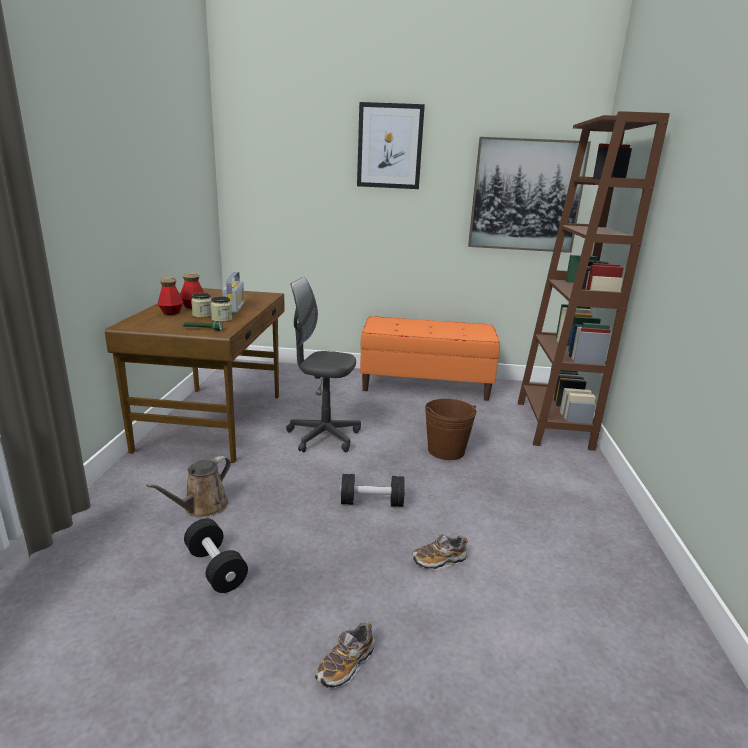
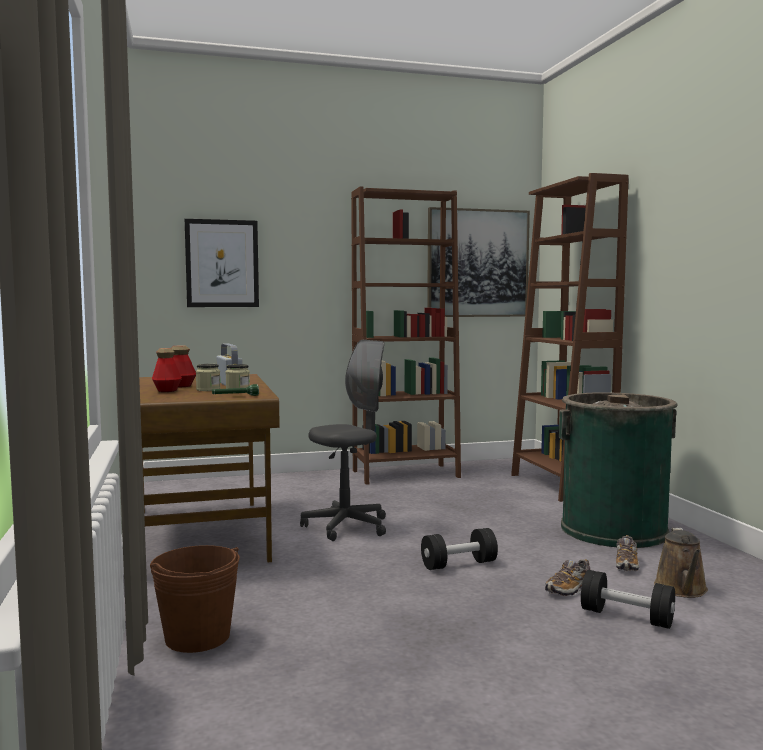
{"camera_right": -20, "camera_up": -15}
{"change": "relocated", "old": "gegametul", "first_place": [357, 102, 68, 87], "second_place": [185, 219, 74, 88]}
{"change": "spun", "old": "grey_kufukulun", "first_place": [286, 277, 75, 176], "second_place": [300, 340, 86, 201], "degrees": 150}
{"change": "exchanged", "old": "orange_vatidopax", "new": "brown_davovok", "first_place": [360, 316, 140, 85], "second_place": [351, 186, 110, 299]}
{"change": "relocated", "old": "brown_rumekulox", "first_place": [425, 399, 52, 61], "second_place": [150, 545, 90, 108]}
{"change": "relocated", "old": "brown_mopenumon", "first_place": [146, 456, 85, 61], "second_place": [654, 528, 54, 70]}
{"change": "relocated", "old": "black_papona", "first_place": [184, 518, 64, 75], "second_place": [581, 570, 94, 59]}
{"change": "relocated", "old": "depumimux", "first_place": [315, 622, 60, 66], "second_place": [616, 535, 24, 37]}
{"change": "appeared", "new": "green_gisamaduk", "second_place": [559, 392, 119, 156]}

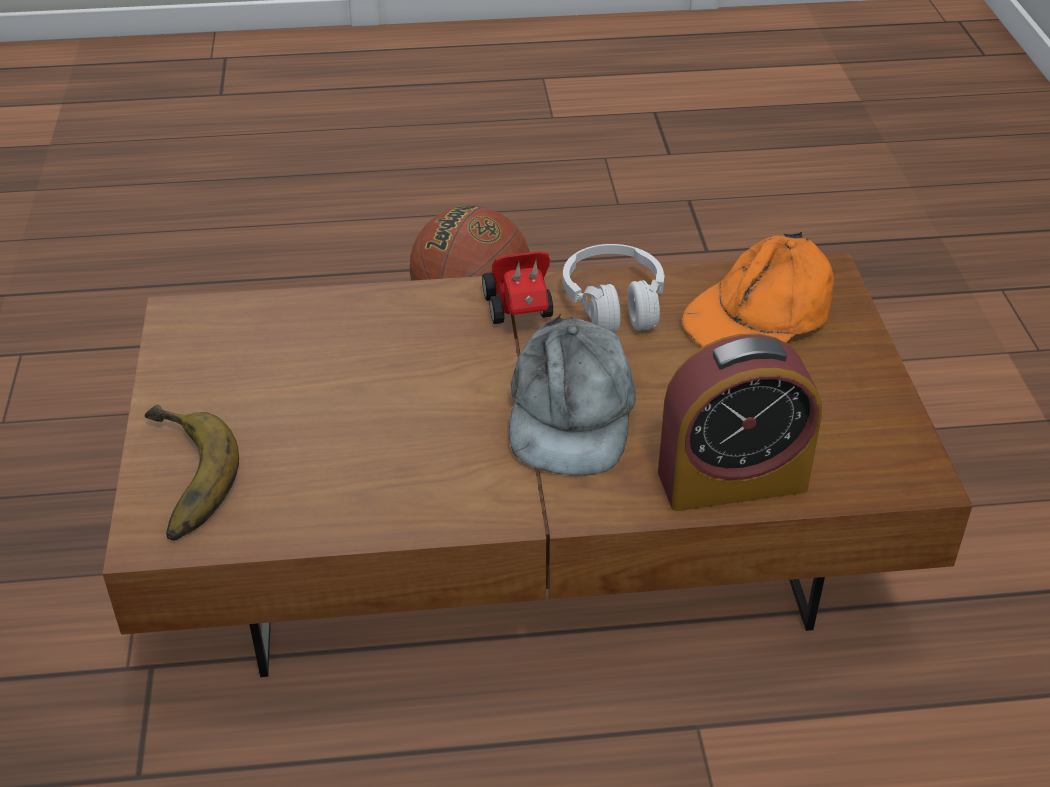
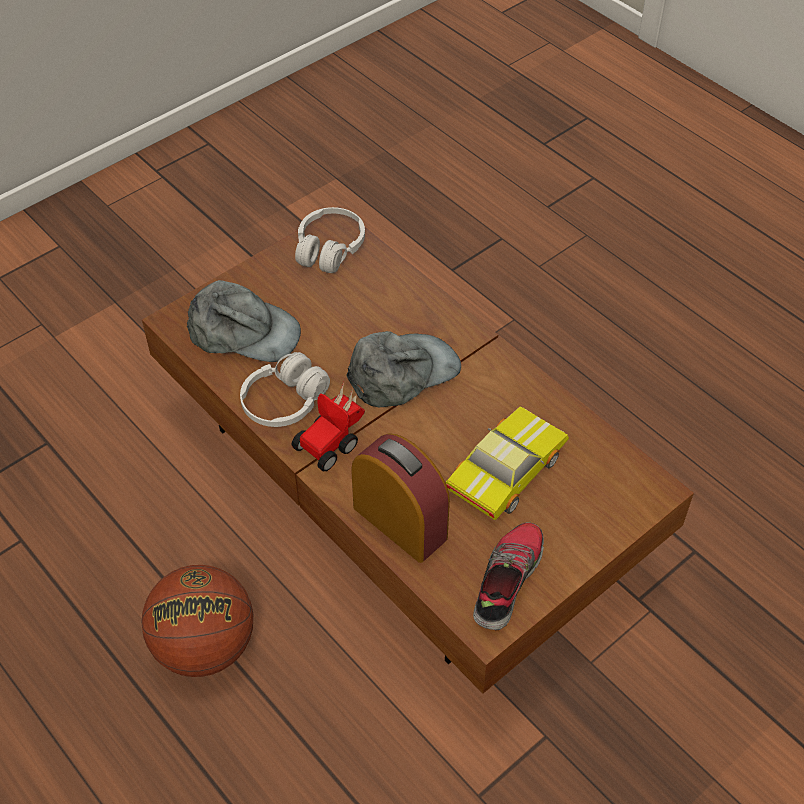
{"camera_right": -125, "camera_up": 10}
{"change": "colour", "old": "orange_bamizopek", "new": "grey_bamizopek", "first_place": [682, 232, 152, 115], "second_place": [187, 280, 114, 82]}
{"change": "relocated", "old": "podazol", "first_place": [658, 333, 164, 178], "second_place": [351, 433, 99, 130]}
{"change": "missing", "old": "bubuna", "first_place": [145, 405, 94, 136]}
{"change": "appeared", "new": "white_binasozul", "second_place": [295, 207, 70, 66]}
{"change": "appeared", "new": "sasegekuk", "second_place": [446, 406, 123, 114]}
{"change": "appeared", "new": "depumimux", "second_place": [473, 522, 71, 108]}

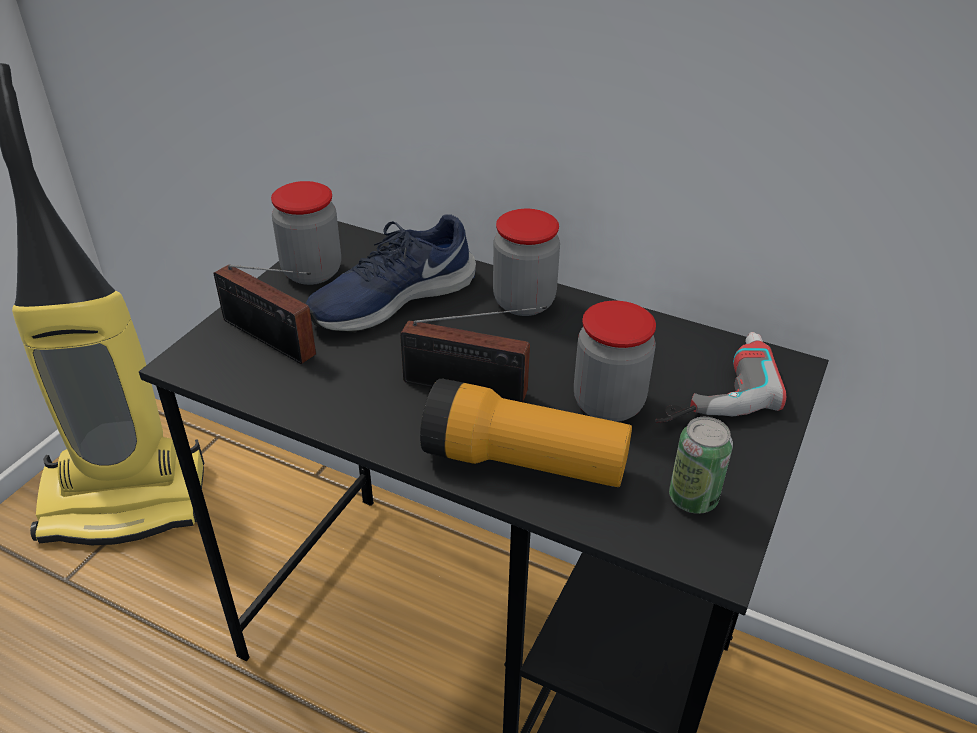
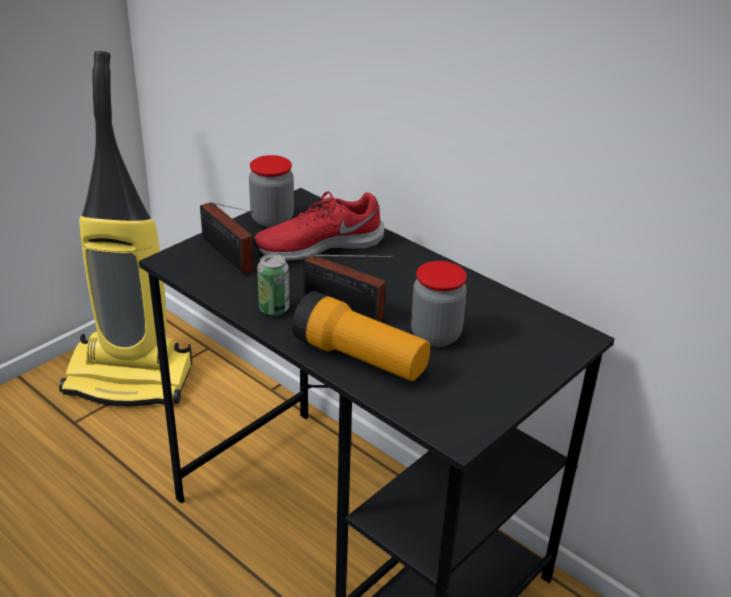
{"camera_right": 15, "camera_up": -5}
{"change": "missing", "old": "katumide", "first_place": [493, 209, 67, 107]}
{"change": "colour", "old": "blue_depumimux", "new": "red_depumimux", "first_place": [306, 214, 170, 119], "second_place": [253, 191, 131, 70]}
{"change": "missing", "old": "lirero", "first_place": [655, 332, 131, 91]}
{"change": "relocated", "old": "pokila", "first_place": [669, 417, 64, 97], "second_place": [257, 254, 32, 62]}

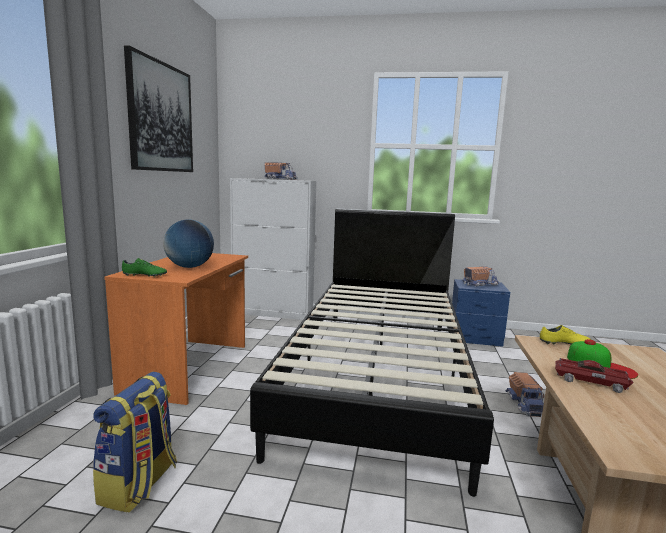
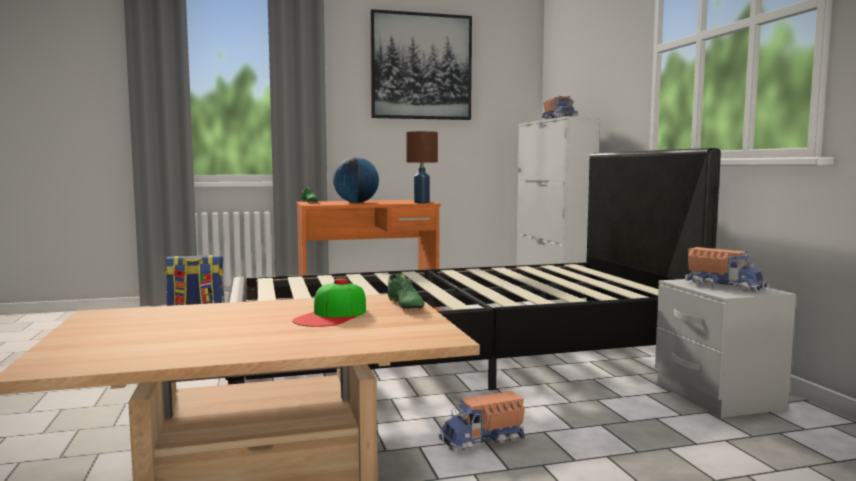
{"camera_right": 65, "camera_up": -5}
{"change": "colour", "old": "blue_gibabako", "new": "grey_gibabako", "first_place": [452, 279, 58, 68], "second_place": [655, 279, 141, 139]}
{"change": "colour", "old": "yellow_depumimux", "new": "green_depumimux", "first_place": [540, 325, 51, 19], "second_place": [387, 273, 38, 38]}
{"change": "missing", "old": "sasegekuk", "first_place": [555, 358, 79, 35]}
{"change": "appeared", "new": "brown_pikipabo", "second_place": [406, 131, 32, 72]}

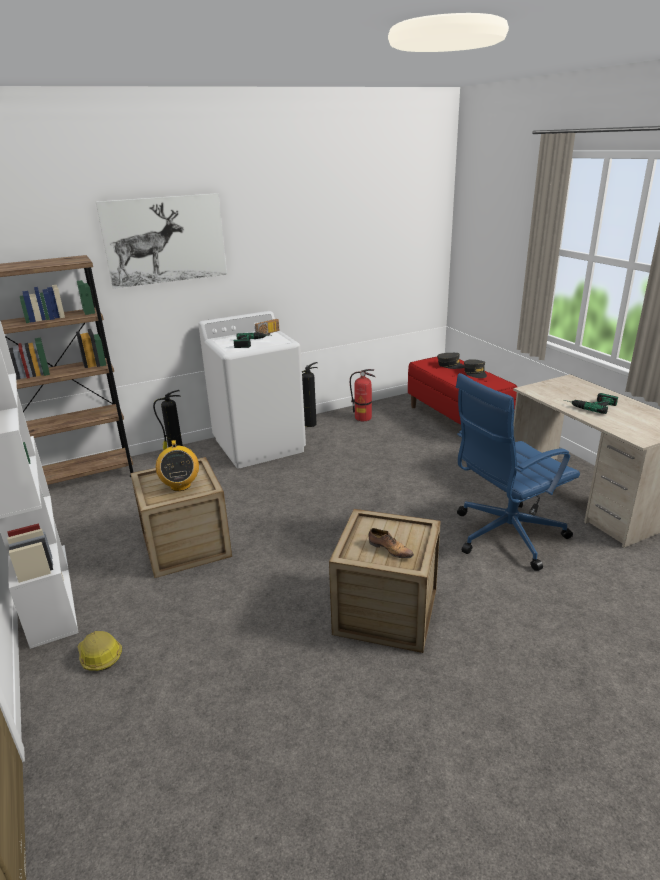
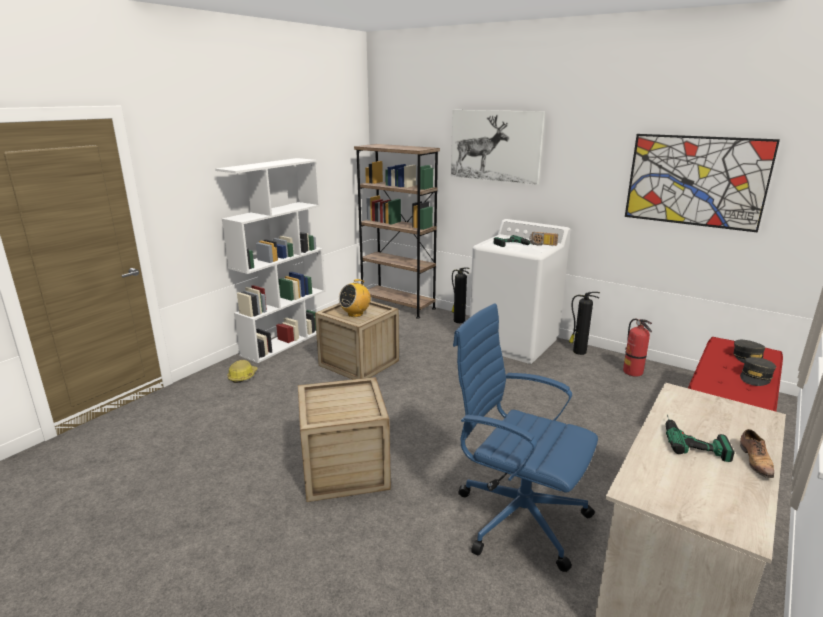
{"camera_right": 60, "camera_up": -5}
{"change": "relocated", "old": "depumimux", "first_place": [368, 528, 46, 30], "second_place": [740, 429, 34, 49]}
{"change": "appeared", "new": "gegametul", "second_place": [625, 134, 155, 99]}

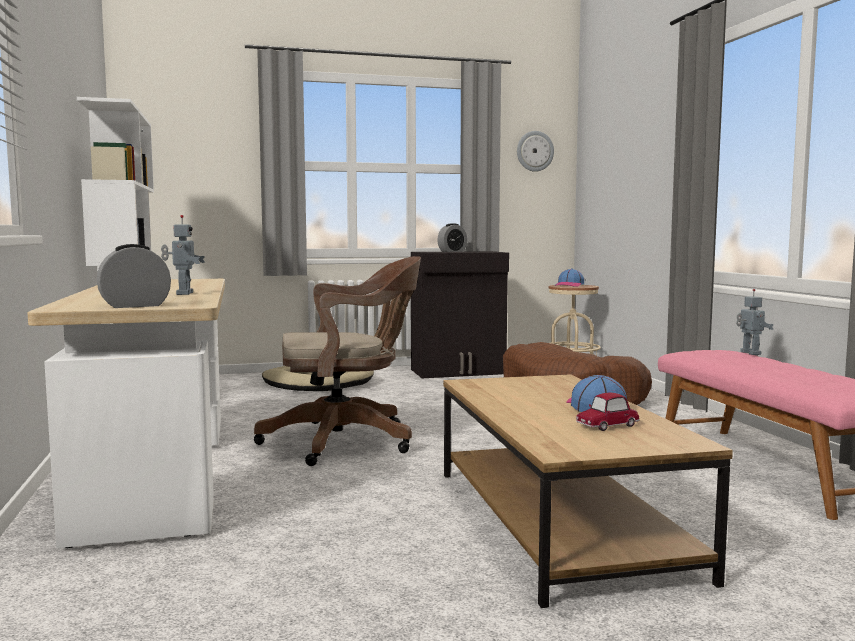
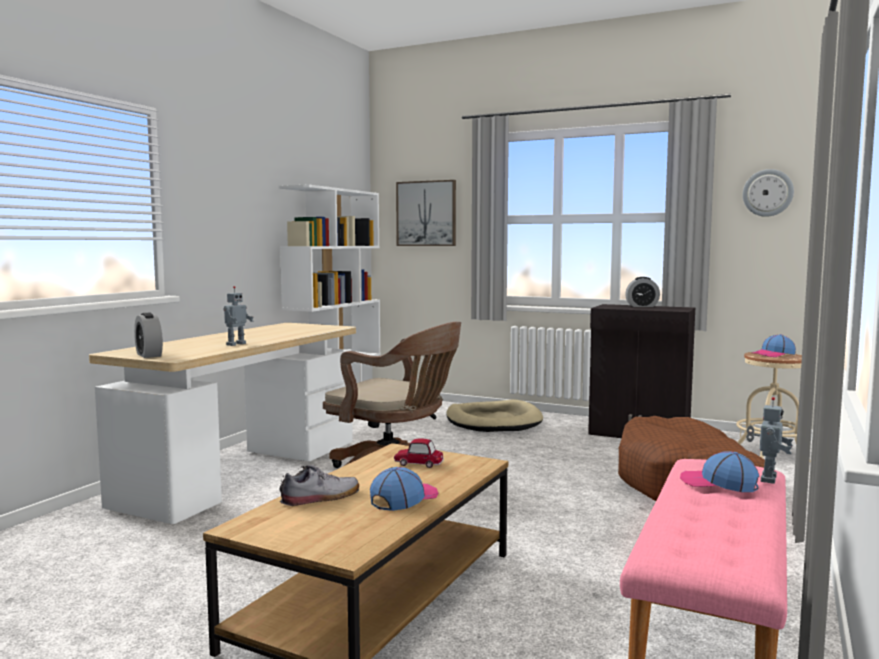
{"camera_right": 40, "camera_up": 0}
{"change": "spun", "old": "podazol", "first_place": [97, 244, 74, 64], "second_place": [134, 313, 29, 45], "degrees": -135}
{"change": "relocated", "old": "sasegekuk", "first_place": [576, 393, 64, 38], "second_place": [394, 438, 50, 30]}
{"change": "appeared", "new": "gegametul", "second_place": [396, 180, 60, 66]}
{"change": "appeared", "new": "bamizopek", "second_place": [680, 451, 79, 41]}
{"change": "appeared", "new": "depumimux", "second_place": [279, 465, 80, 41]}

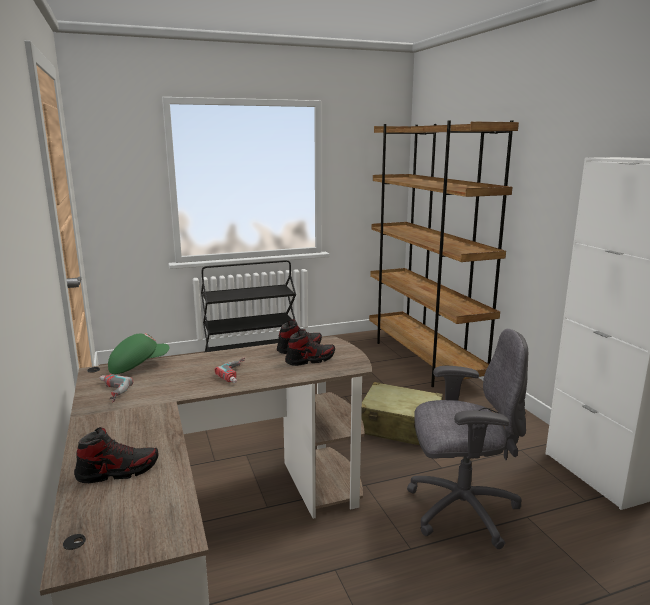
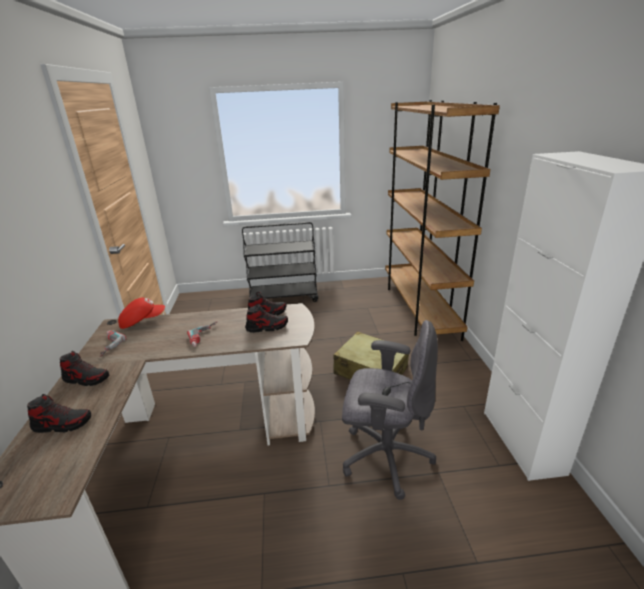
{"camera_right": 15, "camera_up": 10}
{"change": "colour", "old": "green_bamizopek", "new": "red_bamizopek", "first_place": [108, 333, 62, 41], "second_place": [118, 298, 47, 31]}
{"change": "appeared", "new": "depumimux", "second_place": [60, 351, 49, 35]}

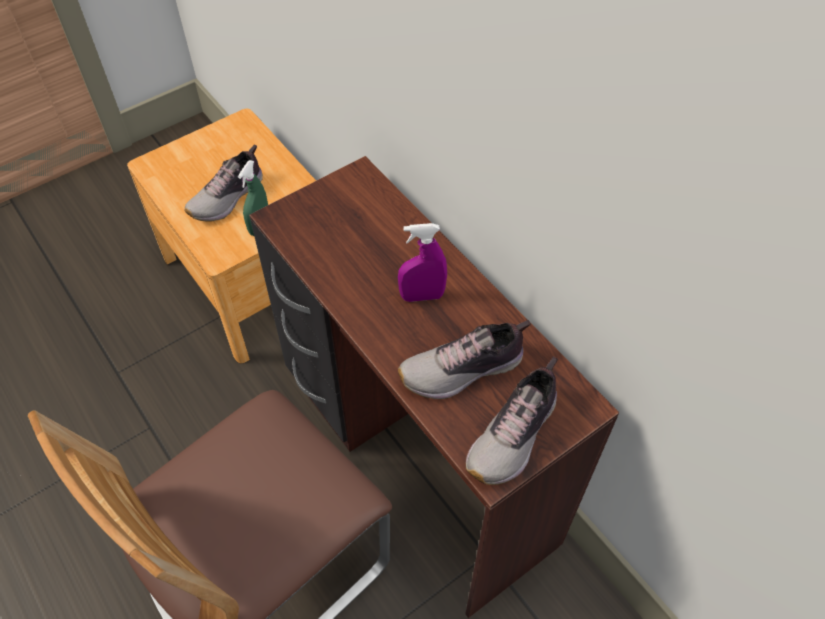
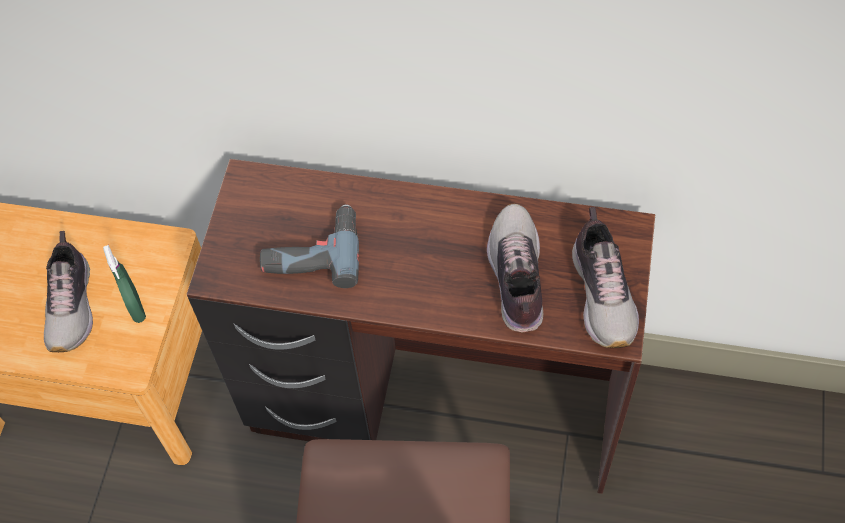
{"camera_right": -40, "camera_up": 5}
{"change": "missing", "old": "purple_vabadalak", "first_place": [398, 223, 49, 79]}
{"change": "spun", "old": "depumimux", "first_place": [398, 320, 133, 79], "second_place": [487, 204, 56, 129], "degrees": 150}
{"change": "appeared", "new": "lirero", "second_place": [260, 205, 99, 83]}

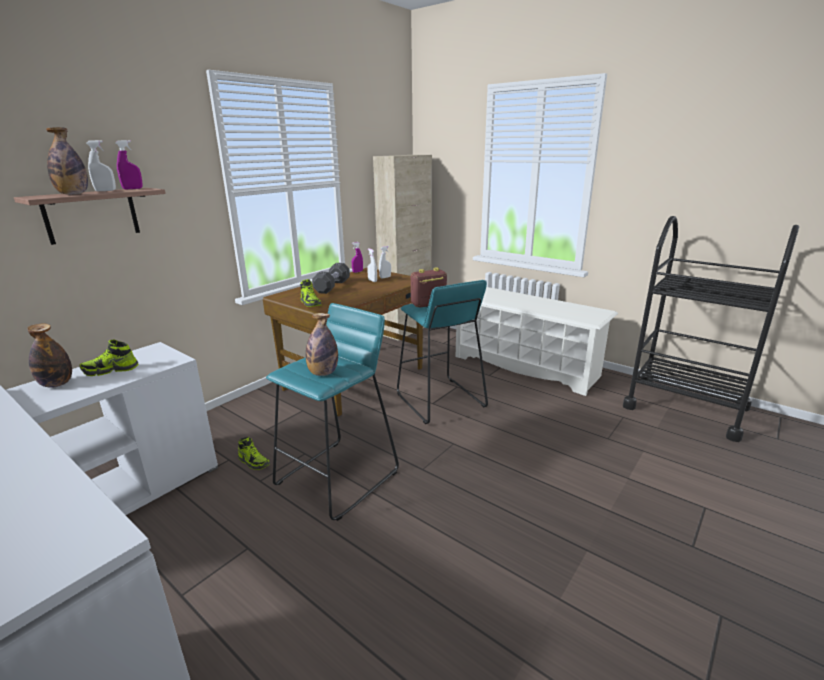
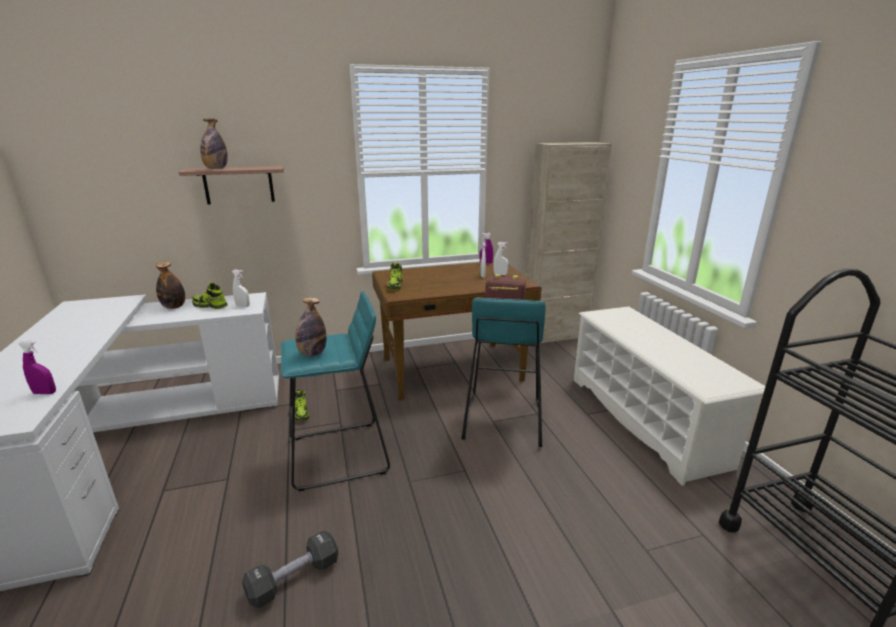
{"camera_right": 35, "camera_up": 0}
{"change": "relocated", "old": "white_vabadalak", "first_place": [86, 140, 30, 51], "second_place": [232, 269, 18, 38]}
{"change": "relocated", "old": "purple_vabadalak", "first_place": [116, 140, 27, 49], "second_place": [18, 341, 38, 53]}
{"change": "relocated", "old": "black_papona", "first_place": [312, 263, 38, 31], "second_place": [242, 531, 96, 77]}

